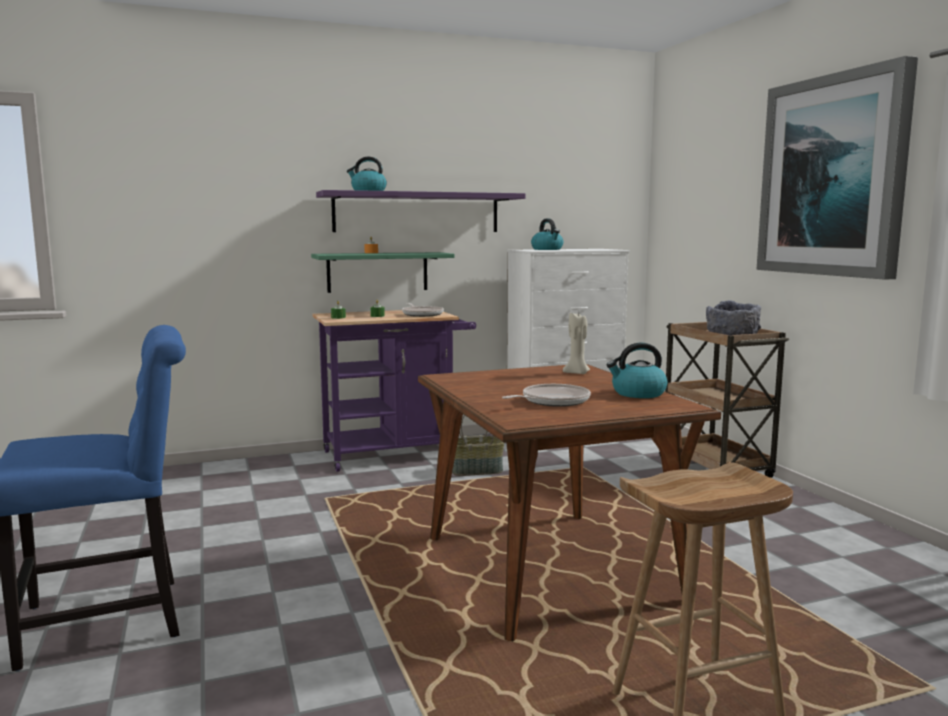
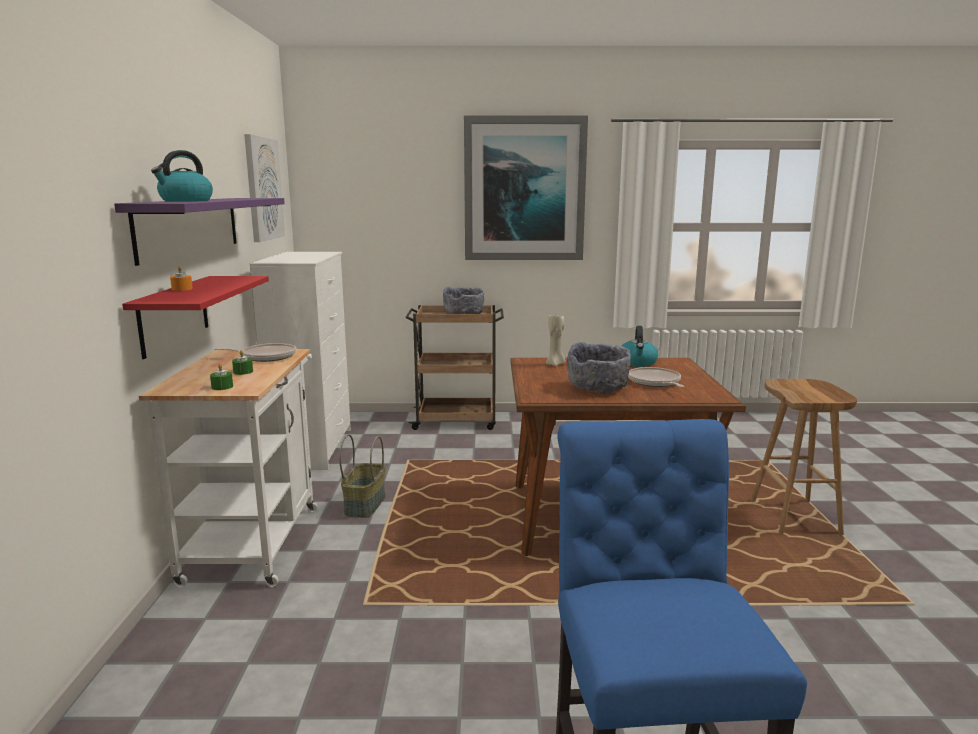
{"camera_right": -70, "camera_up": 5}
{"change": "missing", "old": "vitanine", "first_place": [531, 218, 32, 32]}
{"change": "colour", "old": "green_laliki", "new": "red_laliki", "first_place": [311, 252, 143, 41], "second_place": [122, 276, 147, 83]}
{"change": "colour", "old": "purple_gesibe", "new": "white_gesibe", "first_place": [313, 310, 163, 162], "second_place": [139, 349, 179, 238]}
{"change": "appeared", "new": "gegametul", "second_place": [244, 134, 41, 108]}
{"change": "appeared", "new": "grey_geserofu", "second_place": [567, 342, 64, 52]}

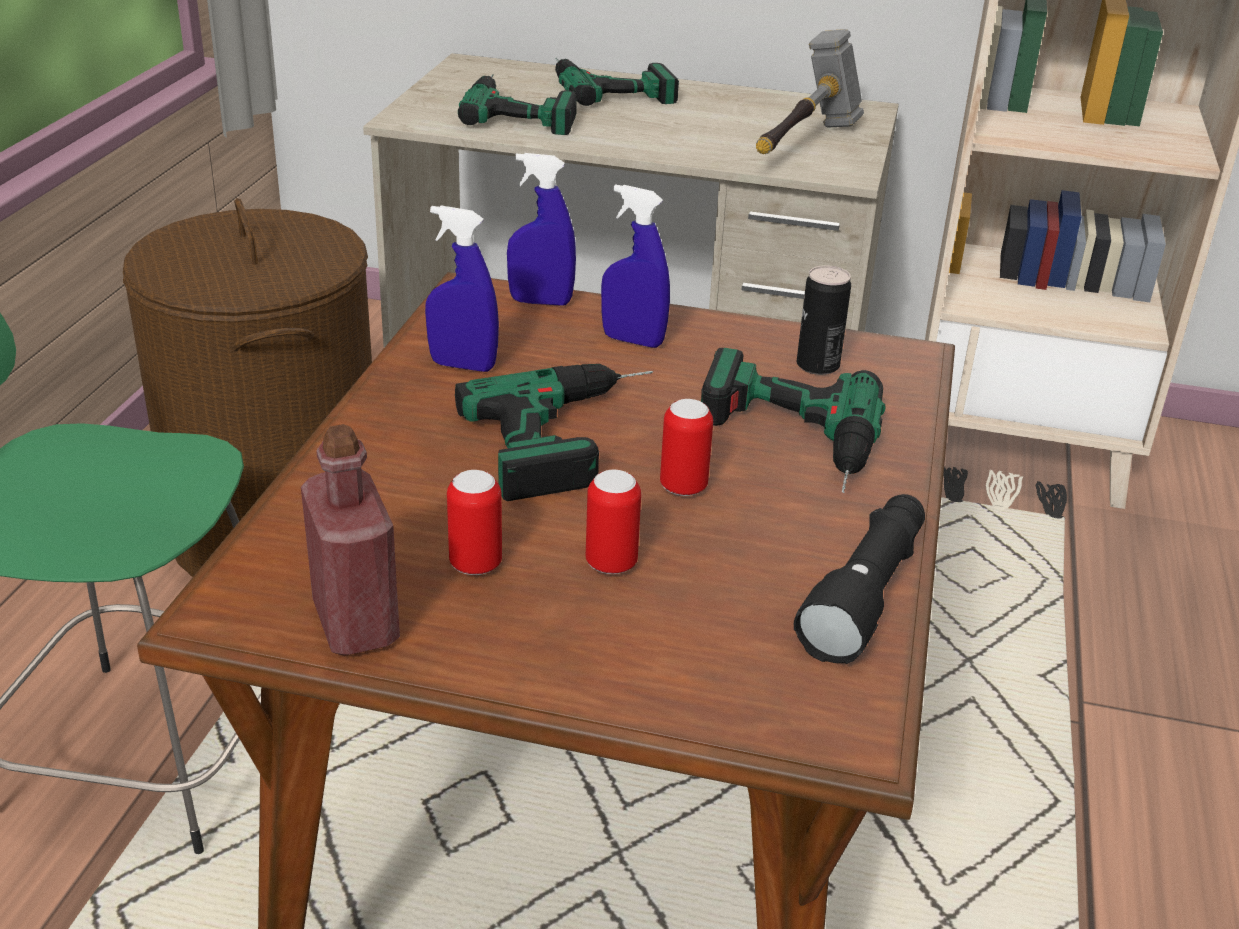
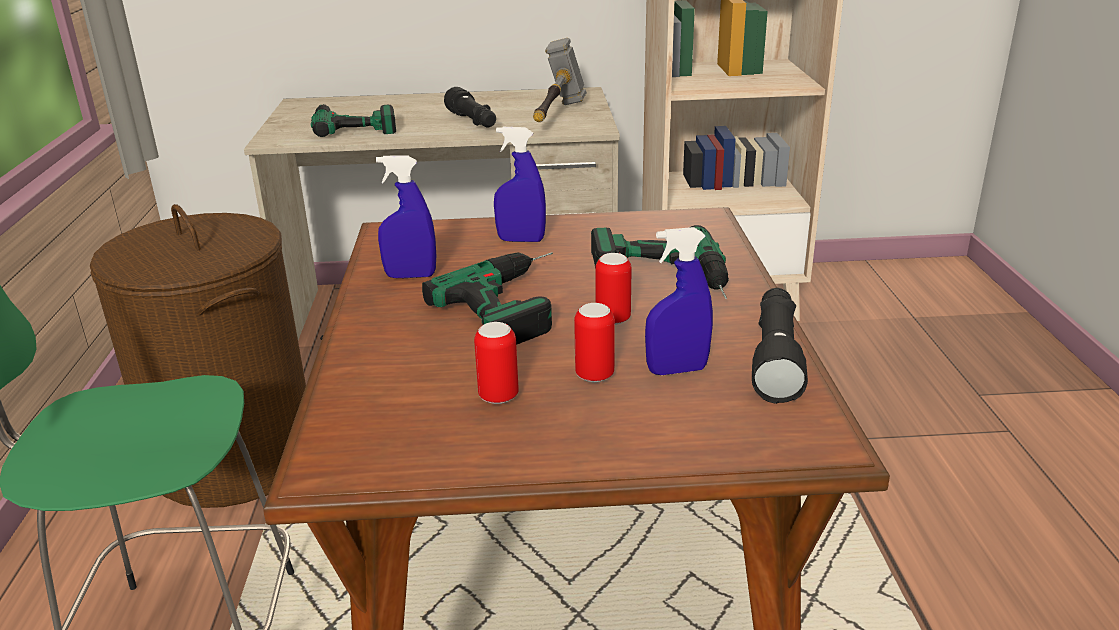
{"camera_right": -15, "camera_up": -5}
{"change": "missing", "old": "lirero", "first_place": [555, 58, 124, 48]}
{"change": "relocated", "old": "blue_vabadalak", "first_place": [507, 153, 69, 153], "second_place": [645, 227, 68, 148]}
{"change": "missing", "old": "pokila", "first_place": [797, 265, 54, 110]}
{"change": "missing", "old": "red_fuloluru", "first_place": [301, 424, 99, 232]}
{"change": "appeared", "new": "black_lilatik", "second_place": [444, 87, 52, 40]}

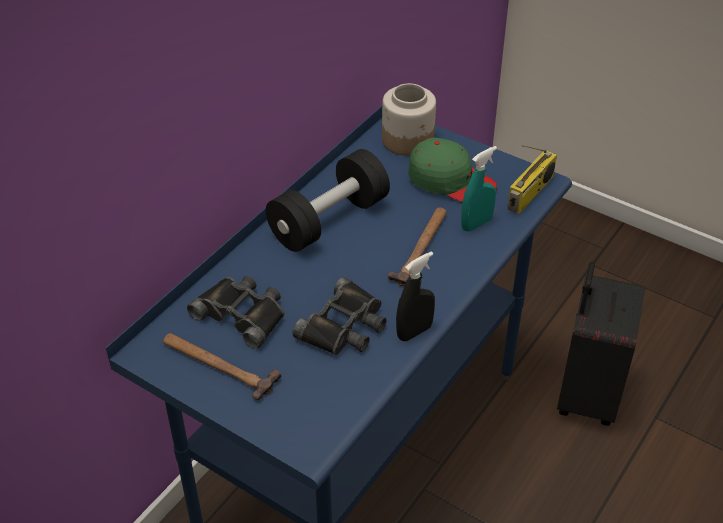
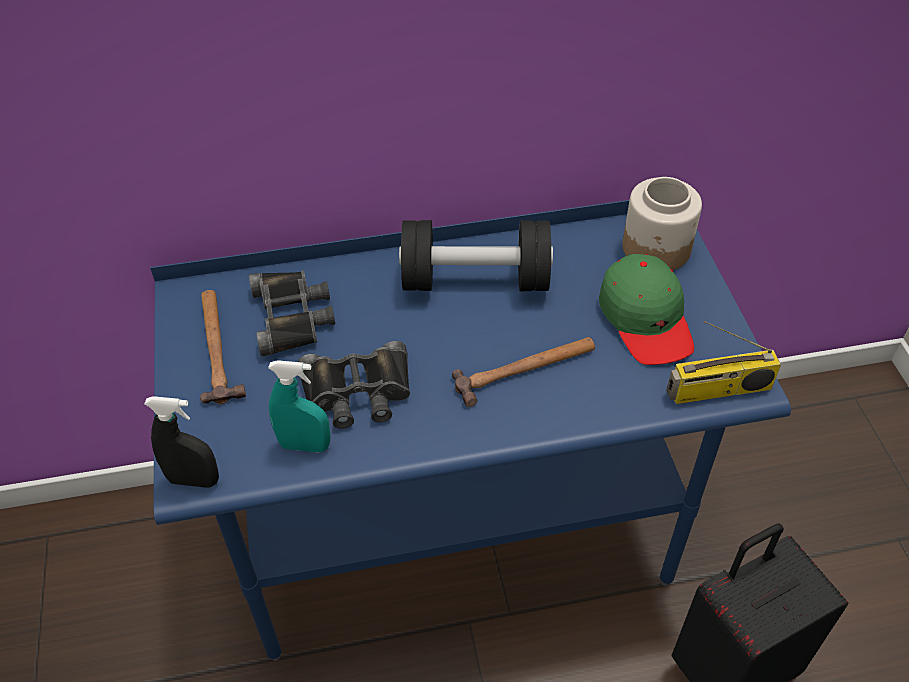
{"camera_right": 45, "camera_up": 5}
{"change": "relocated", "old": "turquoise_vabadalak", "first_place": [461, 146, 36, 85], "second_place": [268, 360, 62, 92]}
{"change": "relocated", "old": "black_vabadalak", "first_place": [396, 251, 39, 90], "second_place": [144, 396, 75, 92]}

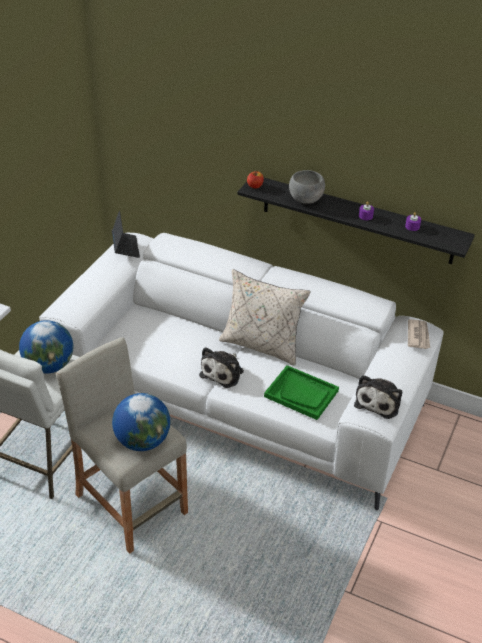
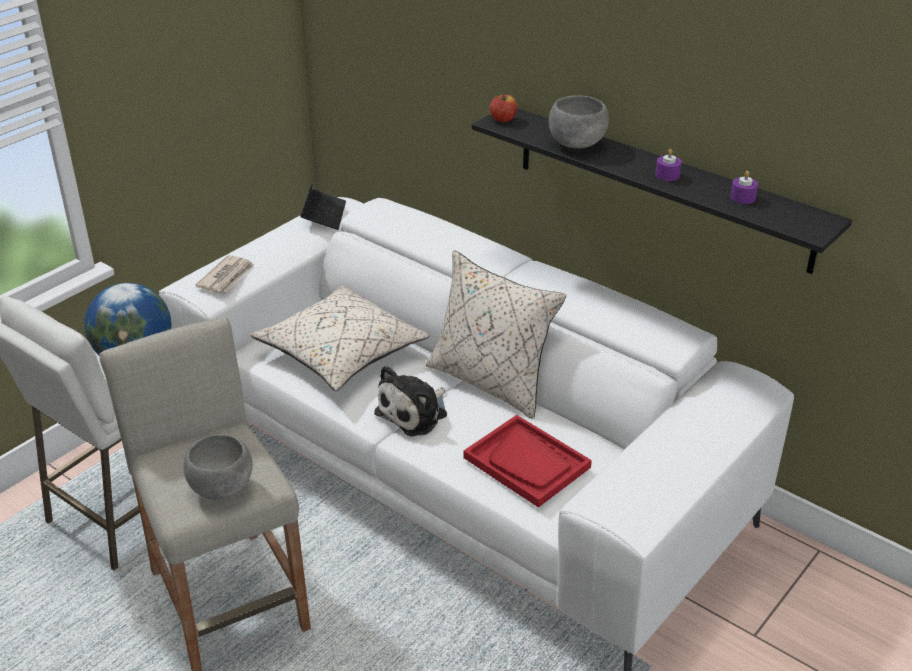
{"camera_right": 15, "camera_up": -5}
{"change": "relocated", "old": "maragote", "first_place": [408, 319, 22, 30], "second_place": [195, 255, 59, 38]}
{"change": "colour", "old": "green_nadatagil", "new": "red_nadatagil", "first_place": [264, 365, 75, 55], "second_place": [464, 415, 128, 93]}
{"change": "missing", "old": "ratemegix", "first_place": [354, 375, 48, 44]}
{"change": "exchanged", "old": "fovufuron", "new": "grey_geserofu", "first_place": [112, 393, 58, 58], "second_place": [183, 434, 70, 66]}
{"change": "appeared", "new": "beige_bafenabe", "second_place": [250, 286, 180, 105]}

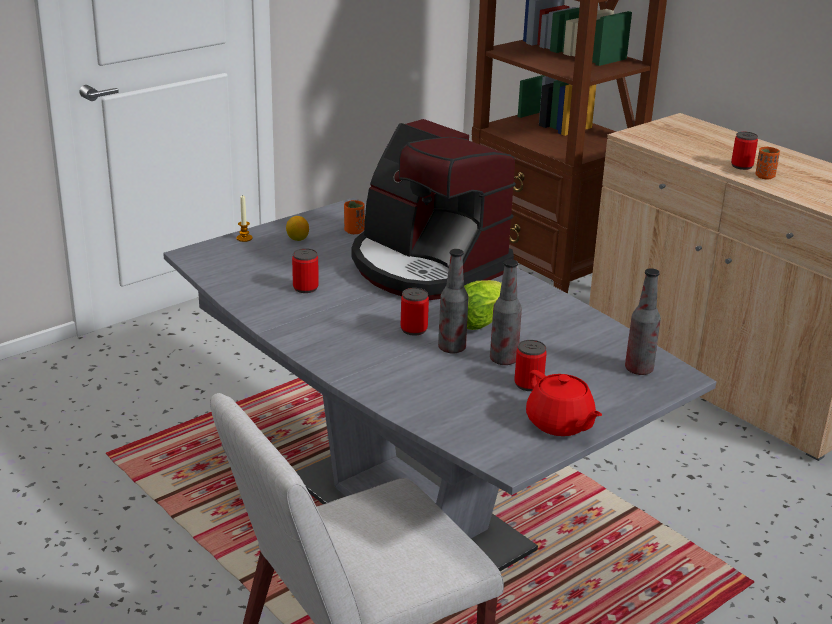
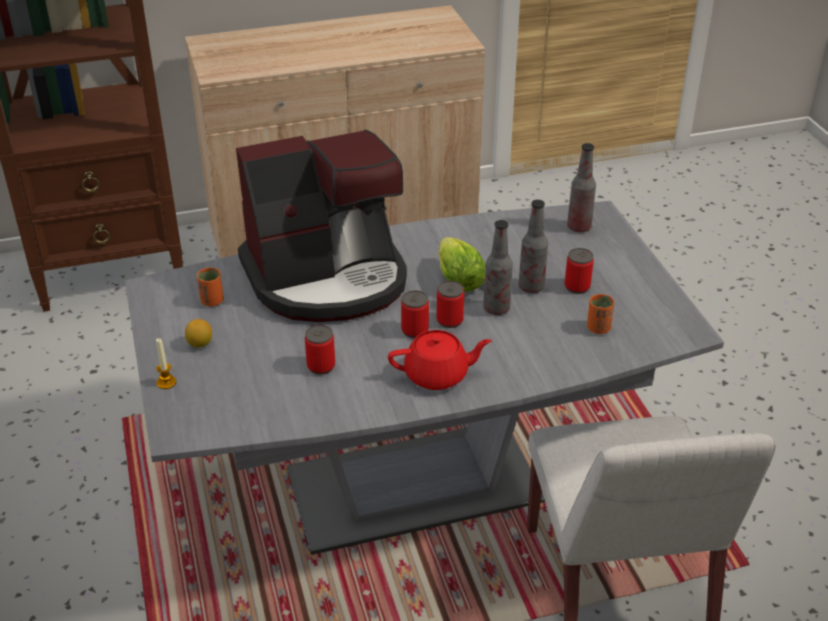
{"camera_right": -65, "camera_up": 10}
{"change": "relocated", "old": "pokila", "first_place": [731, 132, 27, 38], "second_place": [401, 290, 28, 48]}
{"change": "relocated", "old": "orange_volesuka", "first_place": [755, 147, 25, 32], "second_place": [587, 294, 27, 40]}
{"change": "relocated", "old": "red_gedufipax", "first_place": [526, 370, 76, 66], "second_place": [388, 330, 104, 60]}

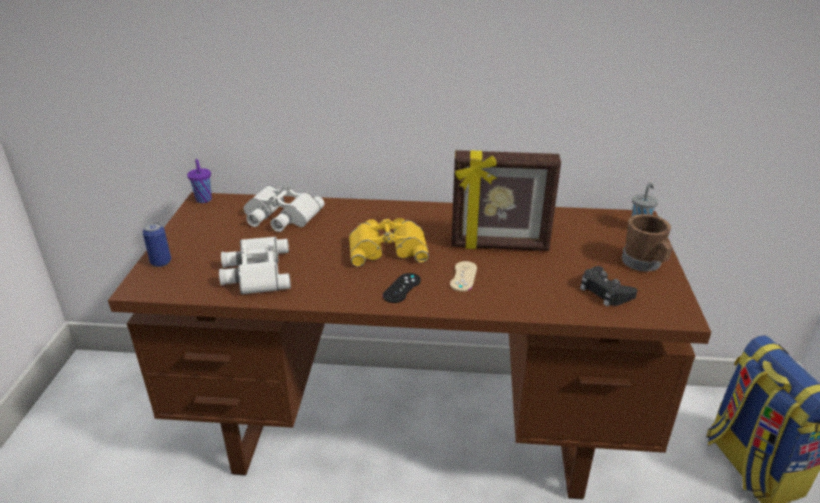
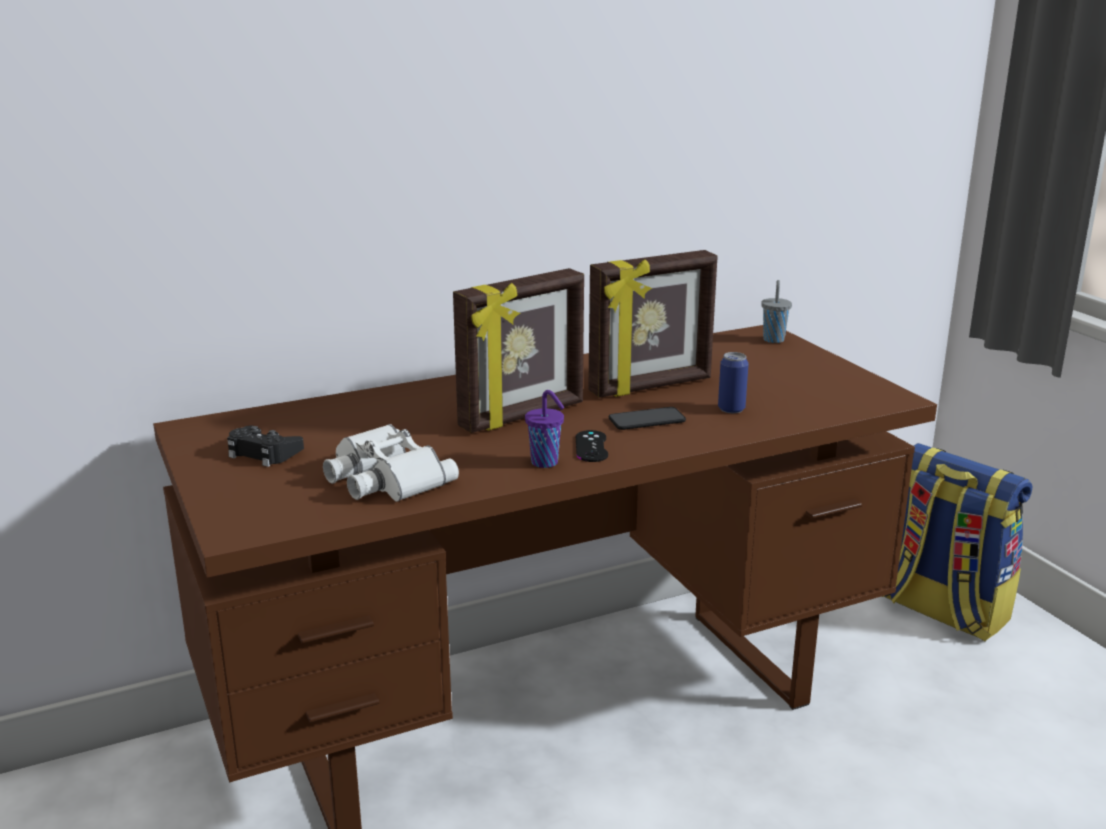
{"camera_right": -30, "camera_up": -10}
{"change": "relocated", "old": "purple_volesuka", "first_place": [187, 159, 25, 44], "second_place": [525, 390, 40, 78]}
{"change": "missing", "old": "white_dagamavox", "first_place": [243, 185, 81, 47]}
{"change": "missing", "old": "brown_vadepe", "first_place": [622, 214, 51, 58]}
{"change": "exchanged", "old": "yellow_dagamavox", "new": "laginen", "first_place": [349, 218, 80, 49], "second_place": [453, 268, 131, 165]}
{"change": "relocated", "old": "pokila", "first_place": [142, 222, 29, 45], "second_place": [718, 352, 31, 61]}
{"change": "exchanged", "old": "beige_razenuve", "new": "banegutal", "first_place": [450, 261, 27, 31], "second_place": [609, 407, 77, 23]}
{"change": "relocated", "old": "black_razenuve", "first_place": [580, 266, 57, 41], "second_place": [227, 425, 77, 42]}

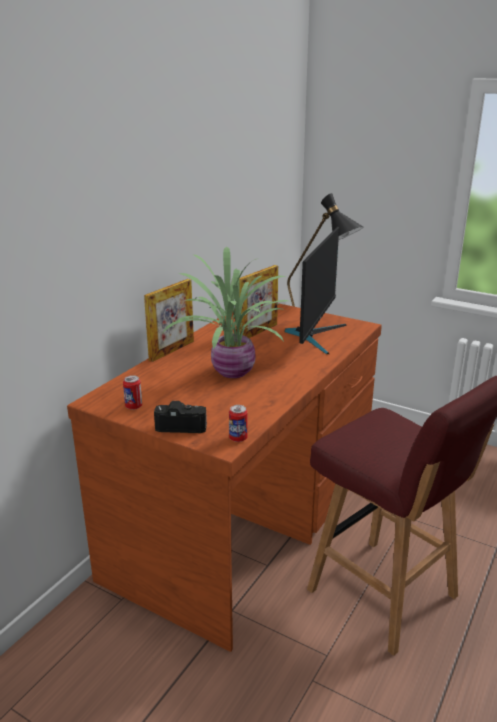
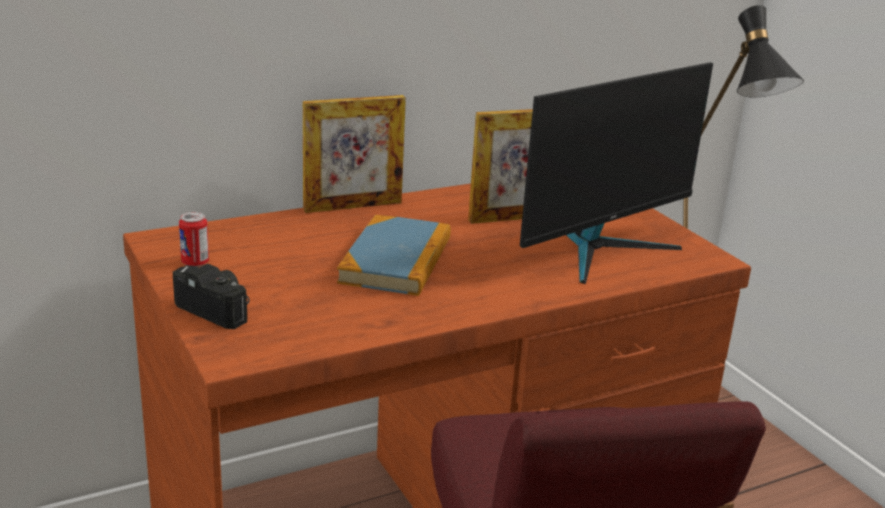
{"camera_right": 30, "camera_up": 0}
{"change": "exchanged", "old": "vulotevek", "new": "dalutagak", "first_place": [163, 247, 125, 131], "second_place": [337, 215, 114, 81]}
{"change": "missing", "old": "pokila", "first_place": [229, 405, 18, 37]}

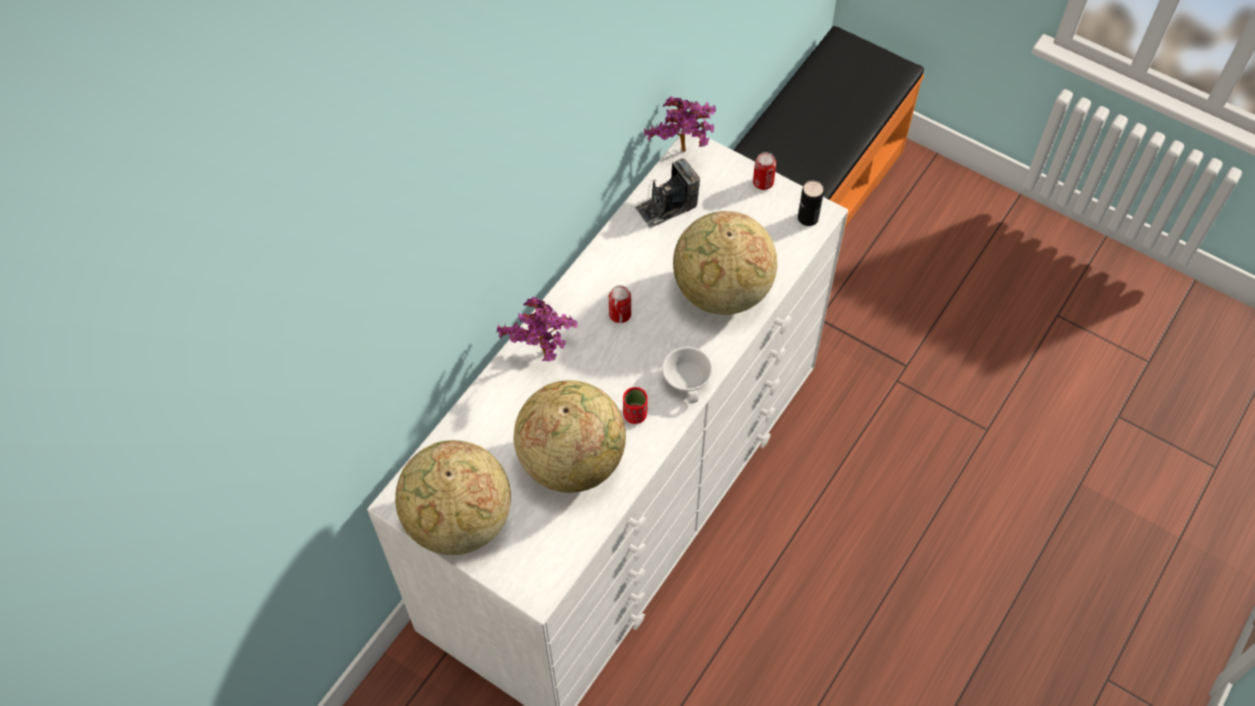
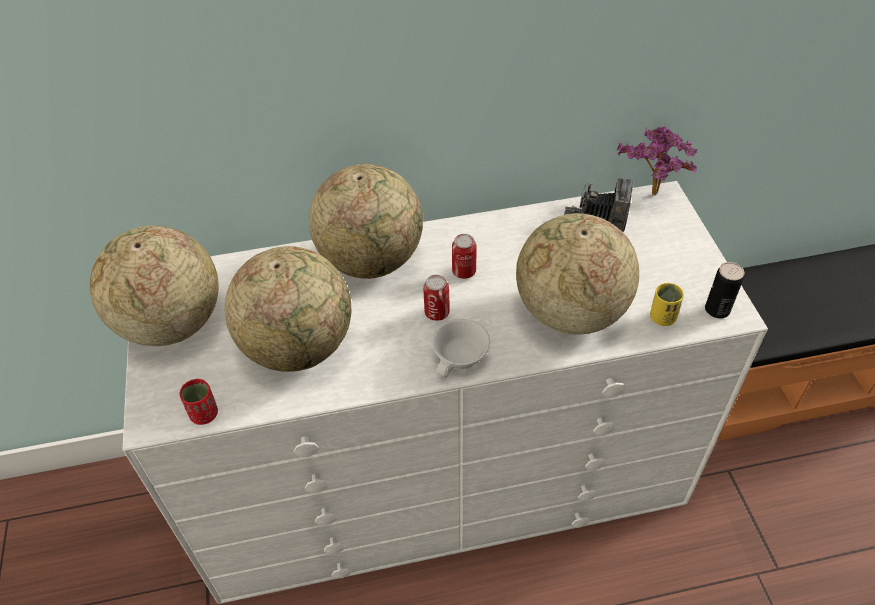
{"camera_right": 45, "camera_up": -10}
{"change": "relocated", "old": "pokila", "first_place": [753, 152, 23, 38], "second_place": [423, 275, 27, 46]}
{"change": "exchanged", "old": "vulotevek", "new": "fovufuron", "first_place": [497, 296, 80, 65], "second_place": [309, 164, 114, 115]}
{"change": "relocated", "old": "red_volesuka", "first_place": [623, 387, 25, 37], "second_place": [179, 379, 39, 46]}
{"change": "appeared", "new": "yellow_volesuka", "second_place": [650, 283, 34, 43]}

